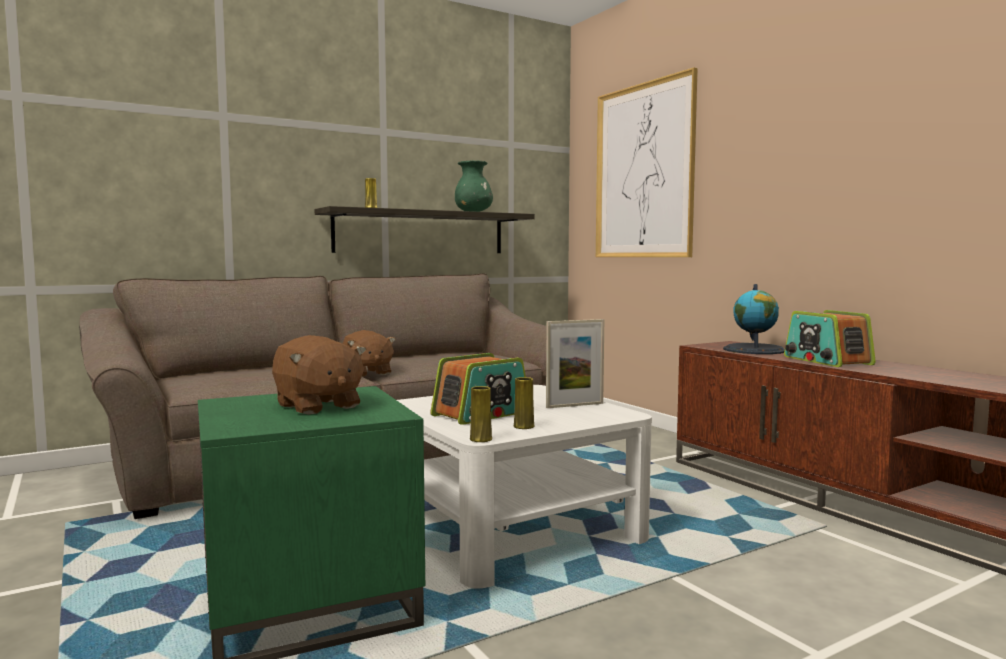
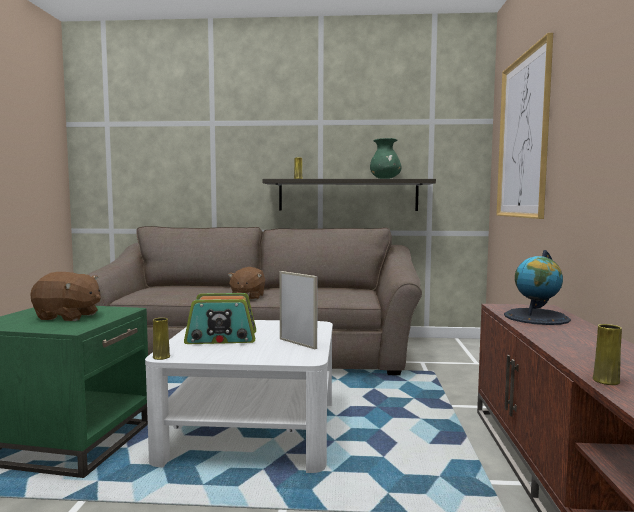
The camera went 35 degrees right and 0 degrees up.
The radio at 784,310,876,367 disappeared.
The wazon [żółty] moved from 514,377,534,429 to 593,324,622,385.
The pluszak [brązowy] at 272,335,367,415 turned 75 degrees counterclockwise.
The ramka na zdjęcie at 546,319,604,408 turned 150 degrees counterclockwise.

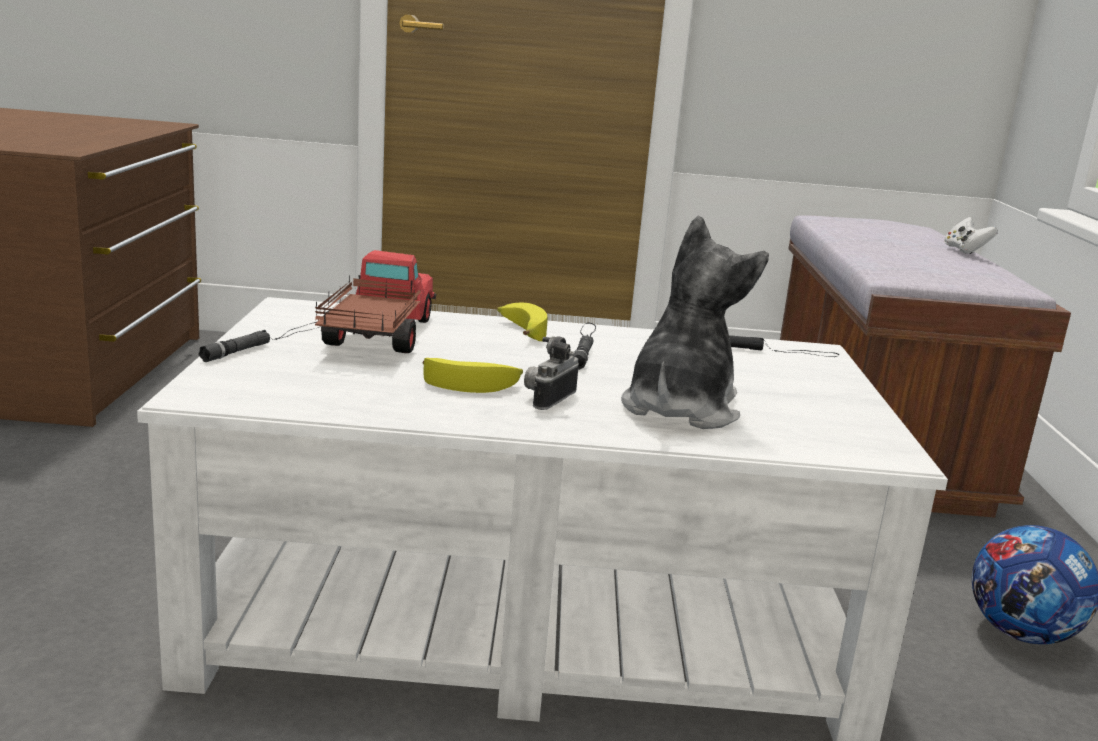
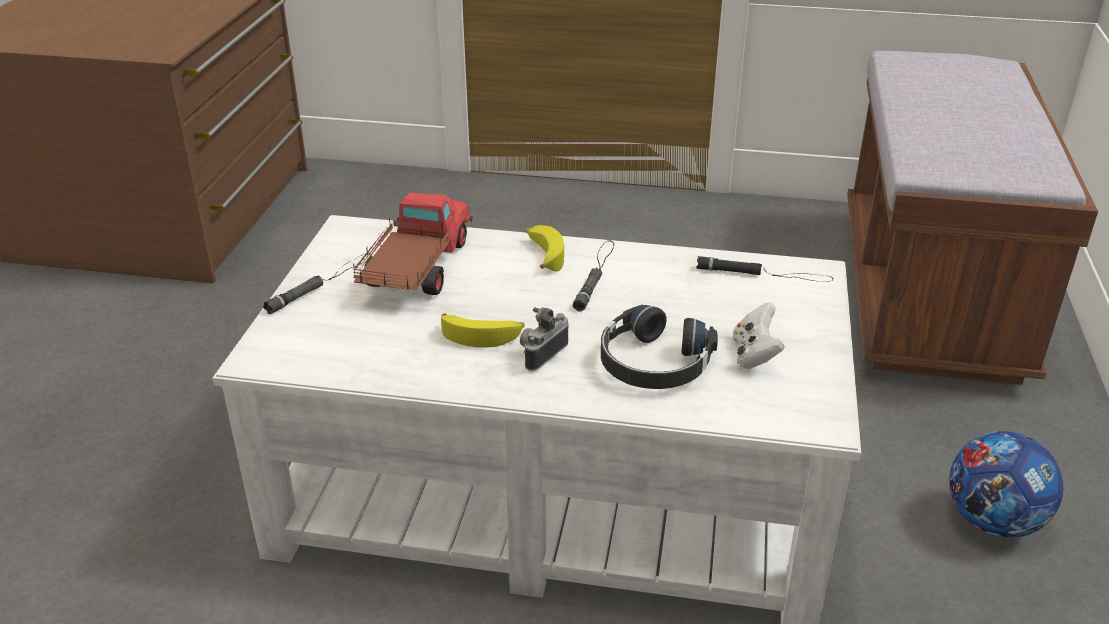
The camera went 10 degrees right and 15 degrees up.
The pad do gier [biały] moved from 944,217,998,254 to 733,302,785,369.
The pluszak at 621,215,769,429 was replaced by the słuchawki [czarny] at 601,305,718,389.

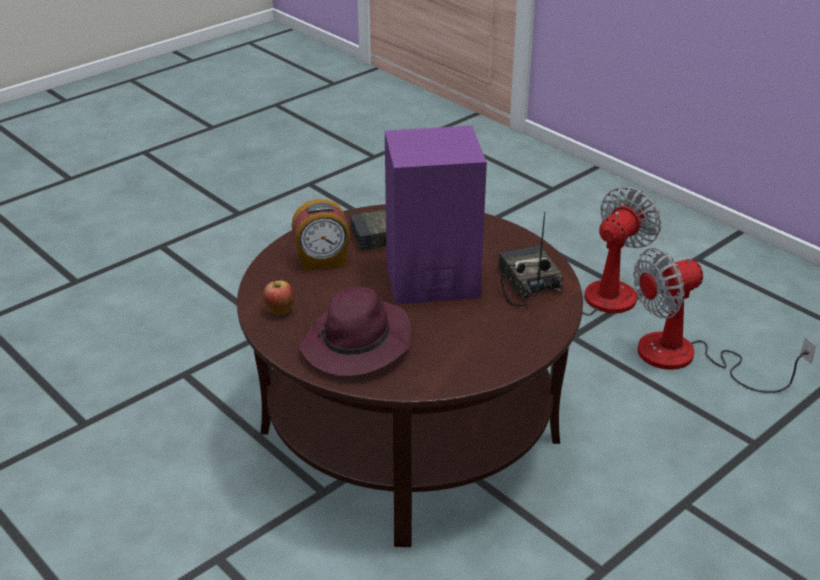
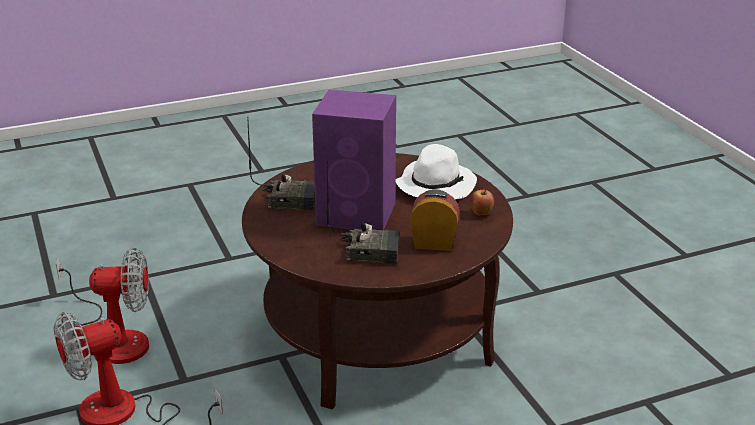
The camera went 160 degrees left and 5 degrees down.
The kapelusz [fioletowy] at 299,287,411,376 became the kapelusz [biały] at 395,144,477,200.
The radio at 498,212,564,306 turned 90 degrees counterclockwise.

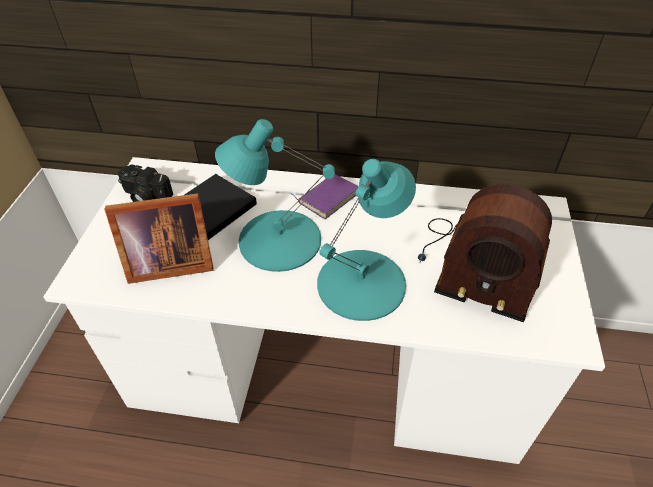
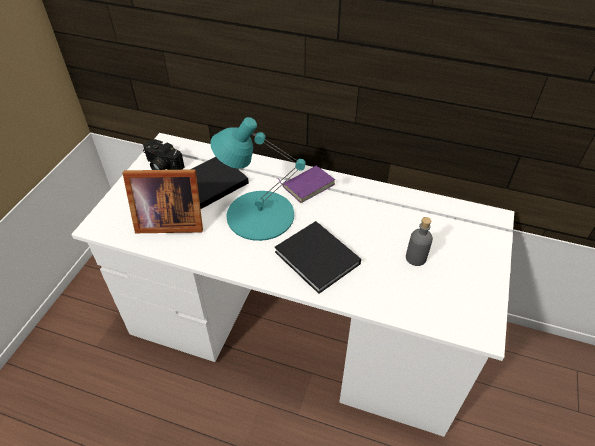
The camera went 10 degrees right and 0 degrees up.
The lampa stołowa [turkusowy] at 317,159,416,321 was replaced by the książka [czarny] at 275,221,361,294.
The radio at 418,184,552,322 was replaced by the butelka [szary] at 406,217,433,266.

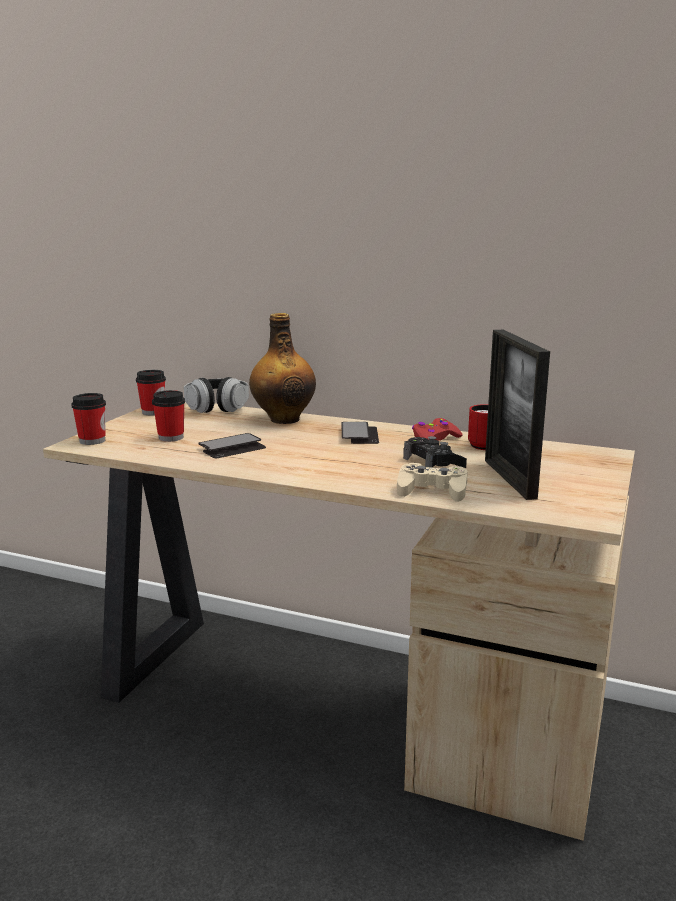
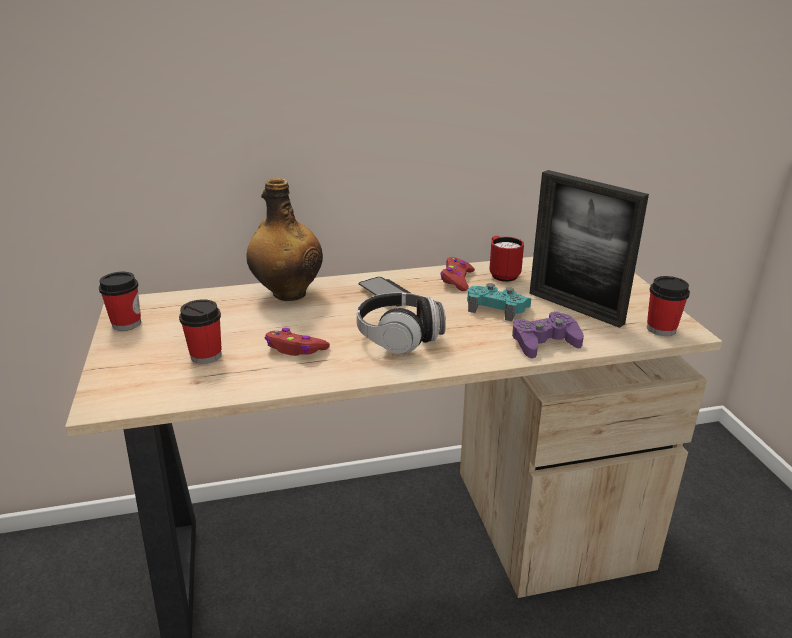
The camera went 35 degrees left and 10 degrees up.
The filiżanka moved from 71,393,106,445 to 647,276,690,336.
The słuchawki moved from 184,377,249,413 to 357,292,446,354.
The telefon at 198,433,266,458 was replaced by the pad do gier [czerwony] at 265,328,330,356.
The pad do gier [beżowy] at 397,463,468,502 became the pad do gier [fioletowy] at 512,312,584,359.
The pad do gier [czarny] at 403,436,467,468 became the pad do gier [turkusowy] at 467,283,531,321.

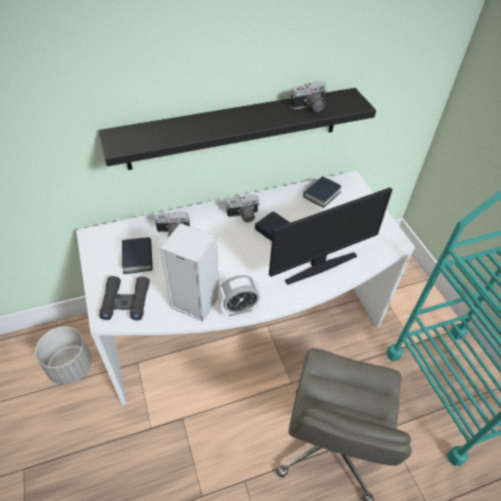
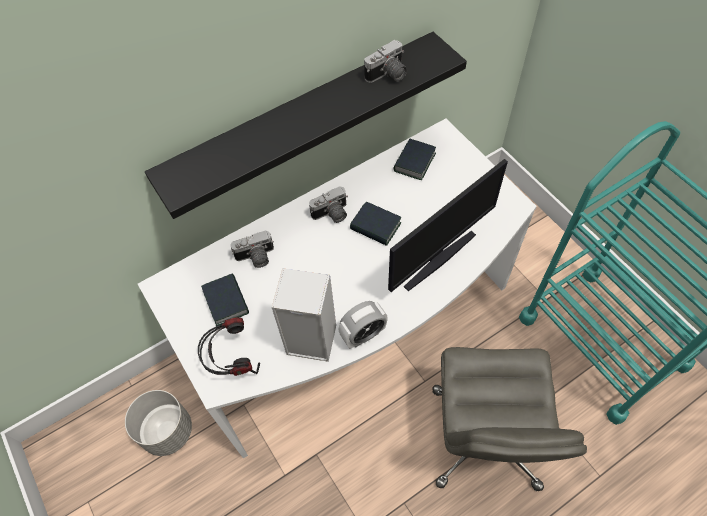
The camera went 10 degrees left and 10 degrees up.
The lornetka [czarny] at 99,276,150,321 was replaced by the słuchawki at 198,317,260,376.

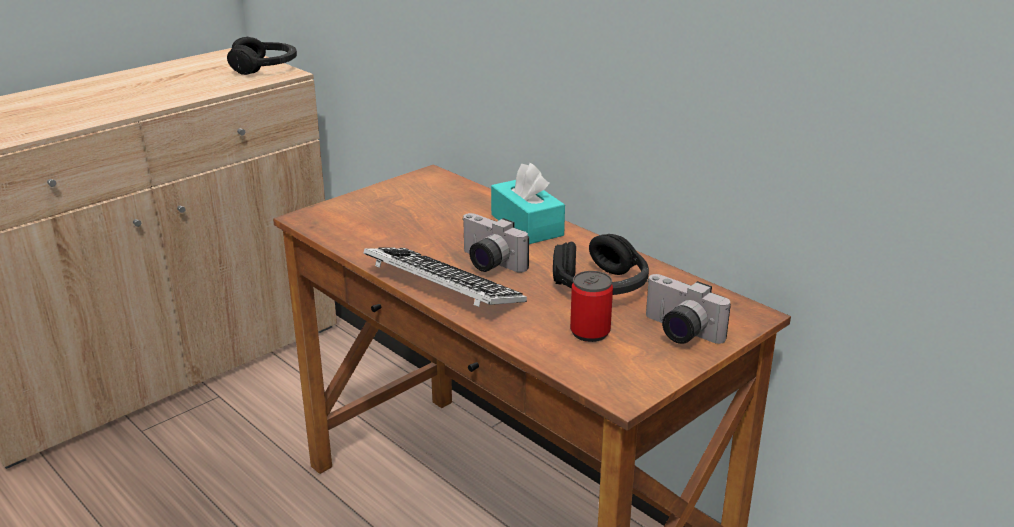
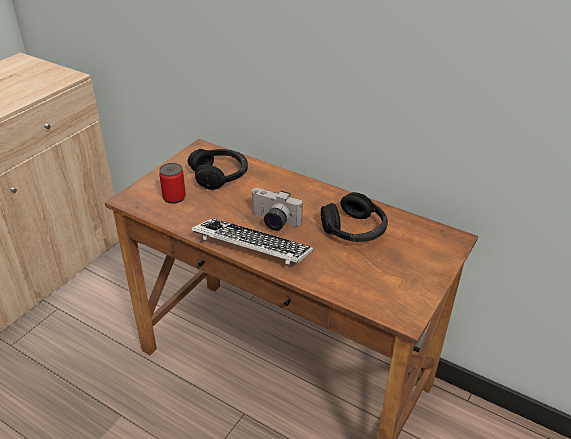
The camera went 15 degrees left and 10 degrees up.
The pudełko chusteczek [turkusowy] at 491,163,565,244 disappeared.
The aparat fotograficzny at 646,274,731,344 disappeared.
The słuchawki [czarny] moved from 227,37,297,75 to 188,149,248,190.
The puszka moved from 570,271,613,342 to 159,163,186,204.

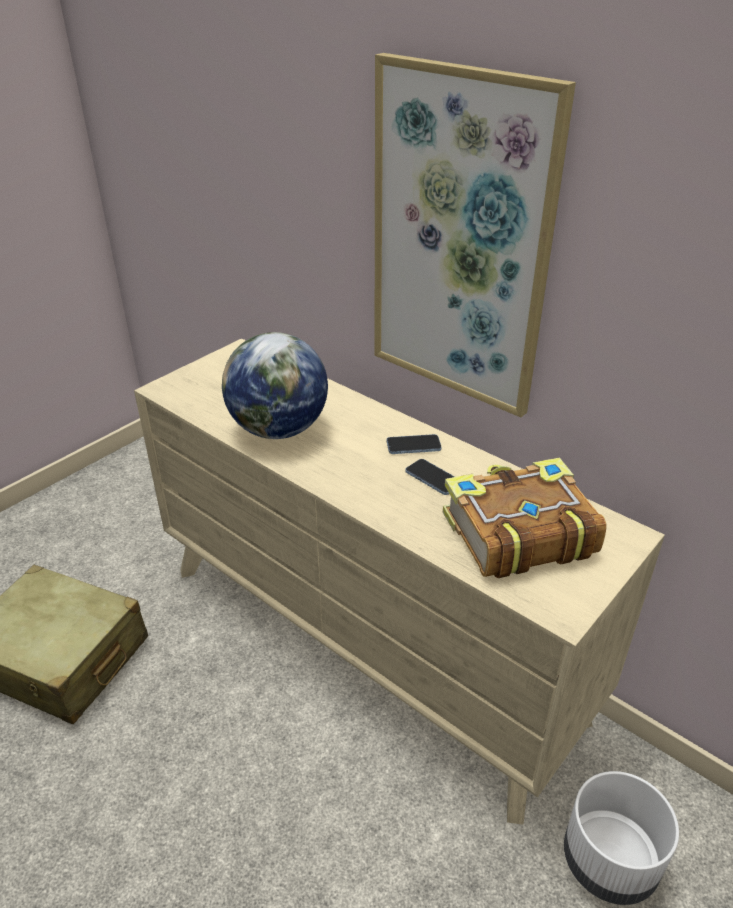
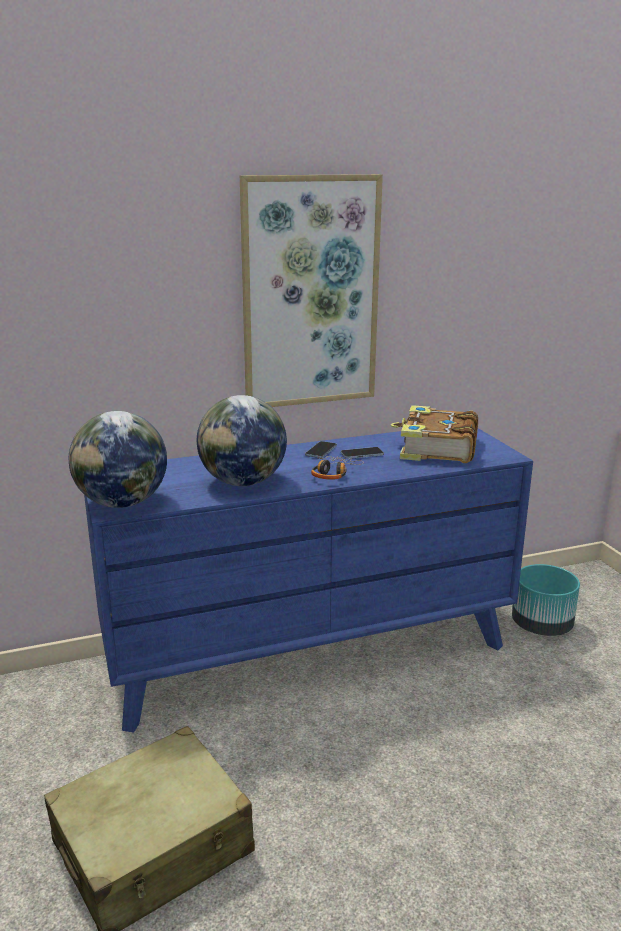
The camera went 60 degrees left and 15 degrees down.
The globus at 69,411,167,508 appeared.
The słuchawki at 311,456,364,480 appeared.
The komoda [beżowy] at 134,338,665,825 became the komoda [niebieski] at 84,428,533,733.
The donica [biały] at 564,771,679,905 became the donica [turkusowy] at 512,564,580,636.

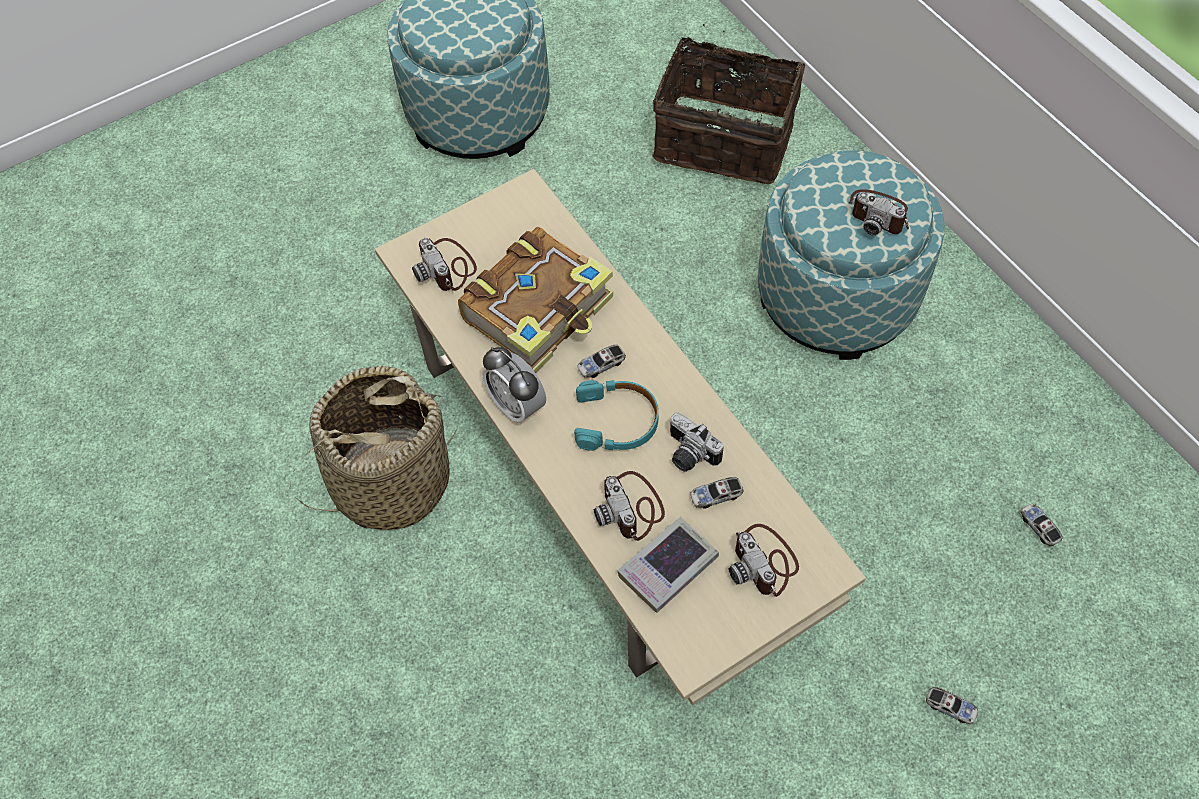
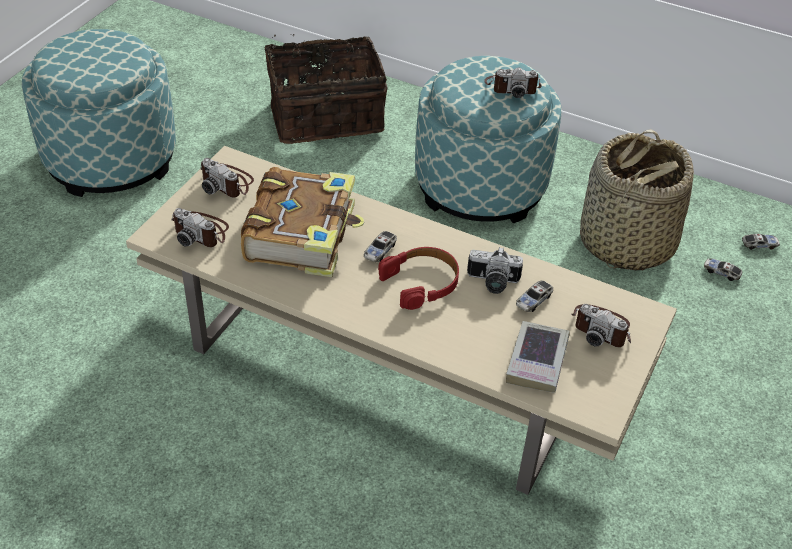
The camera went 35 degrees left and 15 degrees down.
The budzik at 482,347,546,424 disappeared.
The koszyk moved from 290,366,456,530 to 580,129,694,270.
The aparat fotograficzny moved from 593,471,665,541 to 200,158,254,198.
The samochodzik moved from 926,687,978,724 to 742,234,780,250.
The słuchawki [turkusowy] at 574,380,659,451 became the słuchawki [czerwony] at 378,247,459,310.

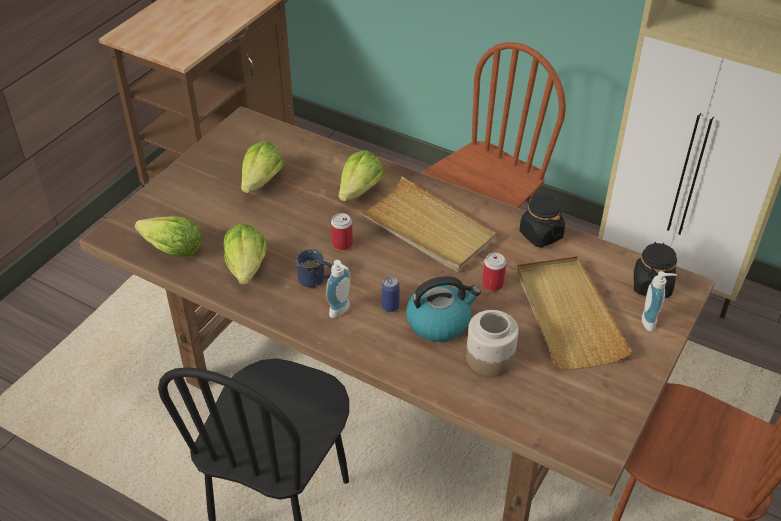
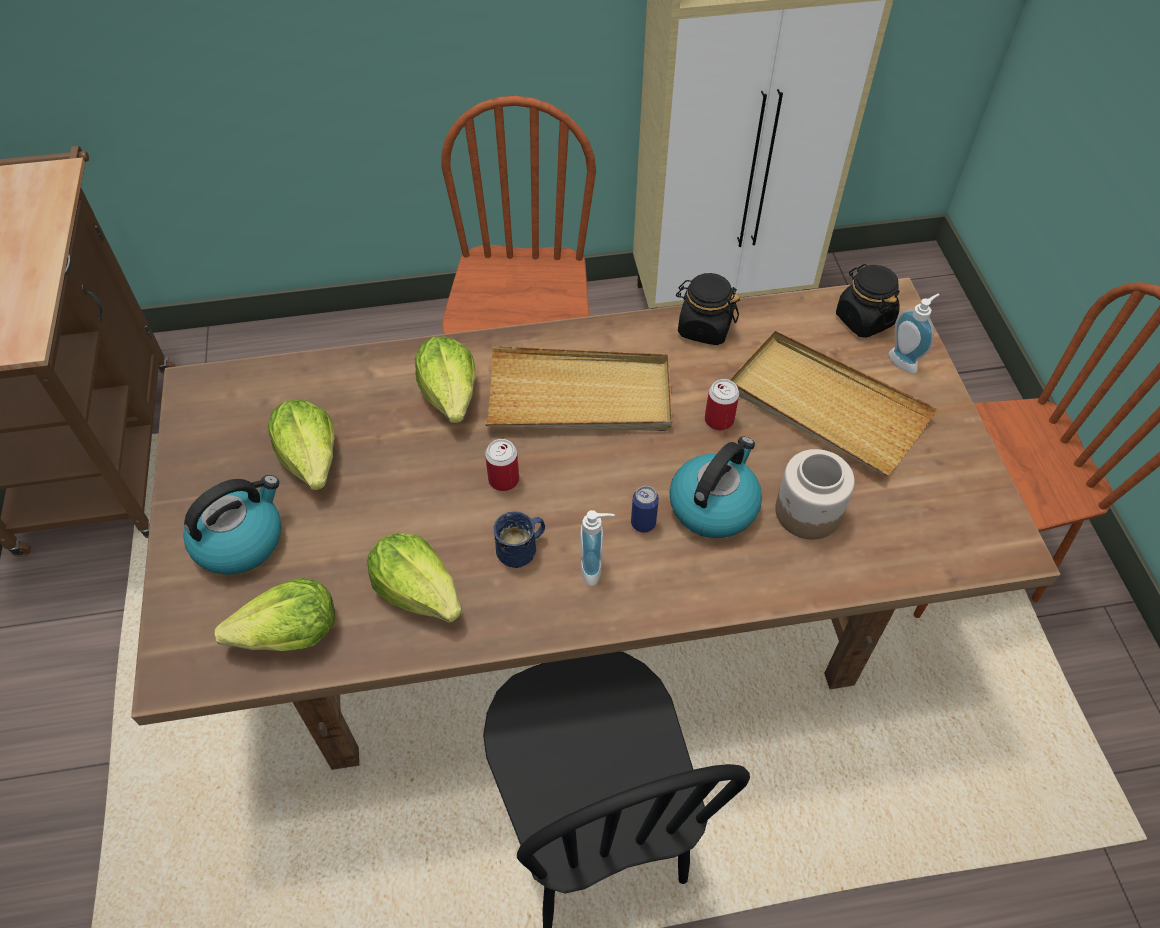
The camera went 40 degrees left and 10 degrees up.
The czajnik at 183,475,281,575 appeared.

